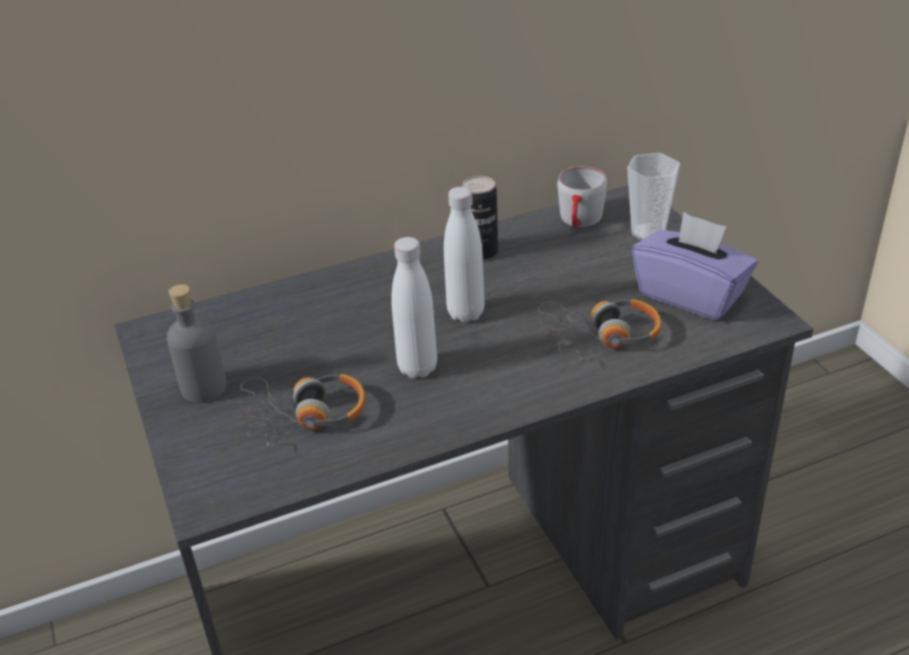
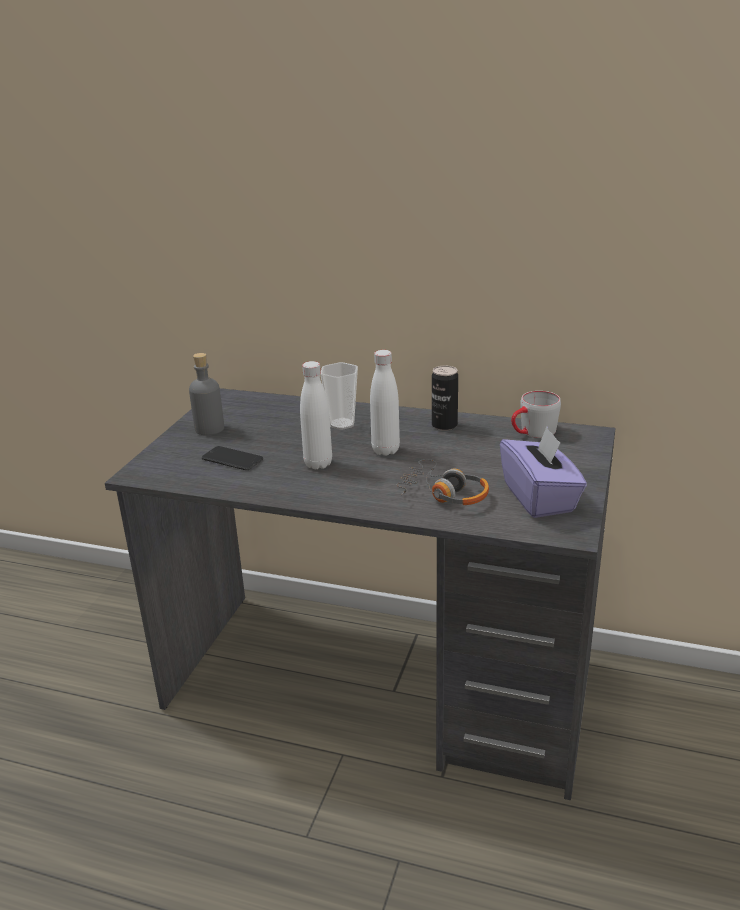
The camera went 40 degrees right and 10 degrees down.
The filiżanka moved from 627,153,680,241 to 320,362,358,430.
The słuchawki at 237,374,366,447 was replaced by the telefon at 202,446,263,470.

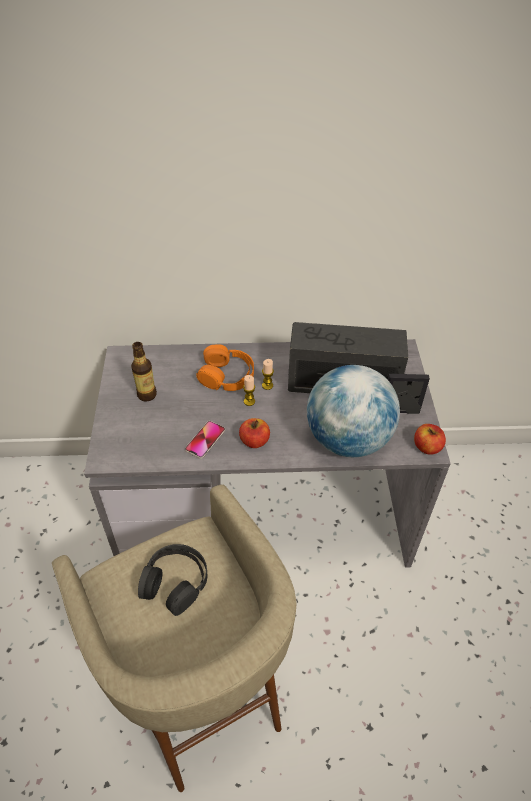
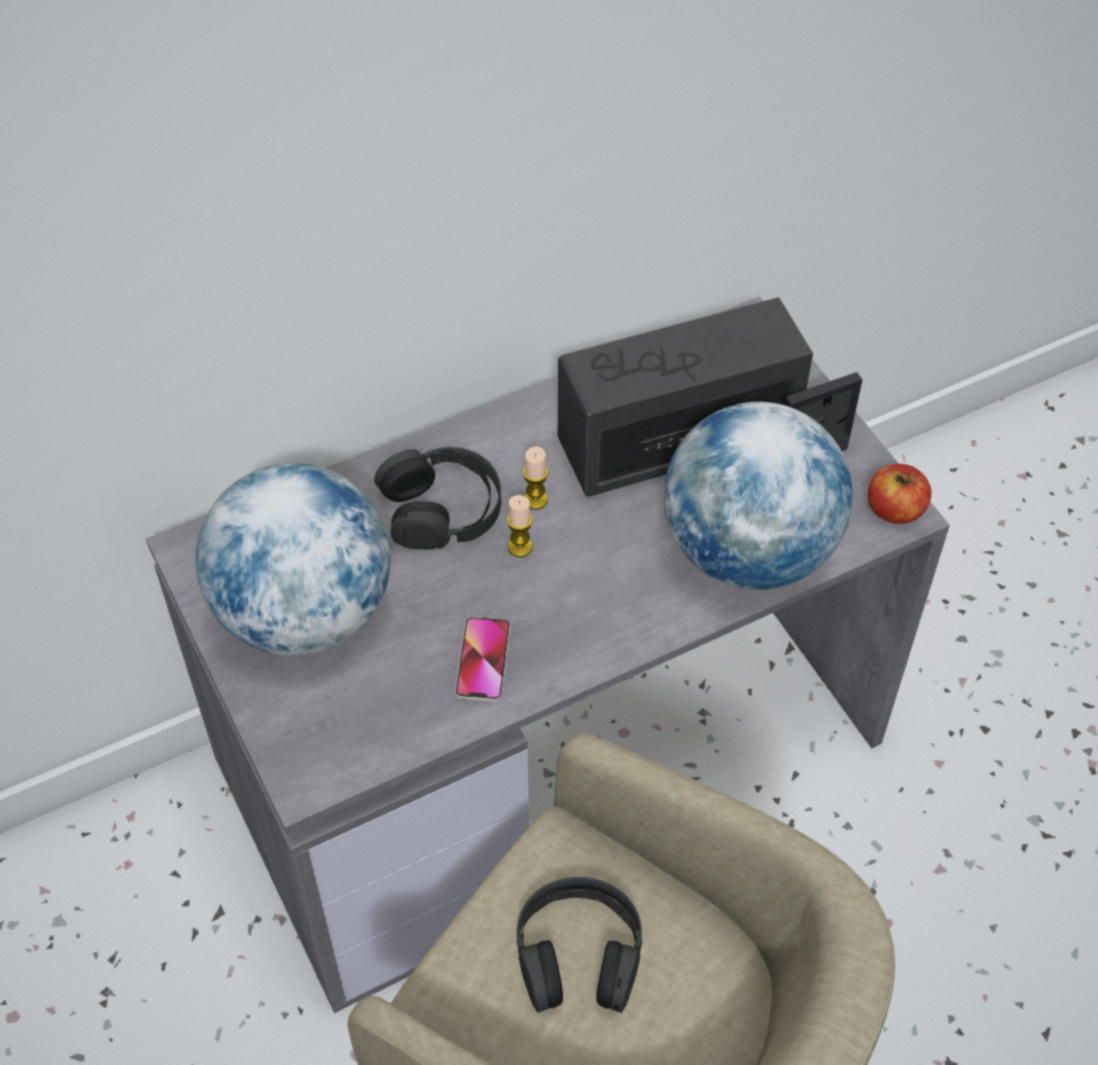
The camera went 25 degrees left and 5 degrees up.
The jabłko at 239,418,270,448 disappeared.
The butelka at 131,342,157,402 was replaced by the globus at 196,463,391,656.
The słuchawki [pomarańczowy] at 196,344,254,391 became the słuchawki [czarny] at 374,447,501,550.

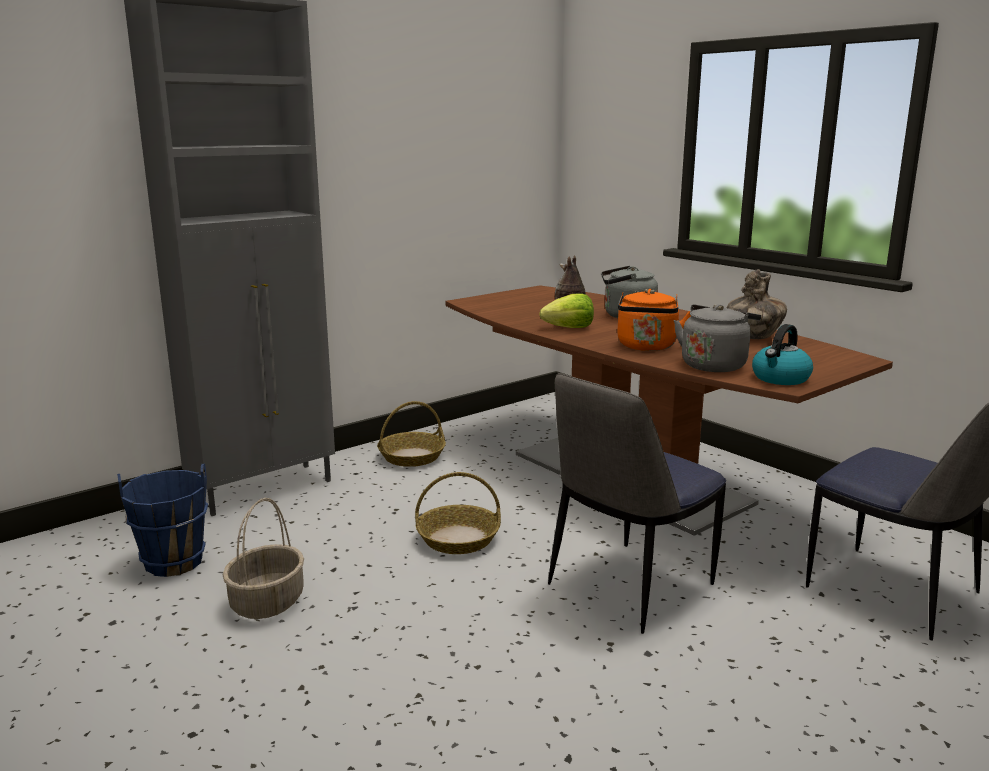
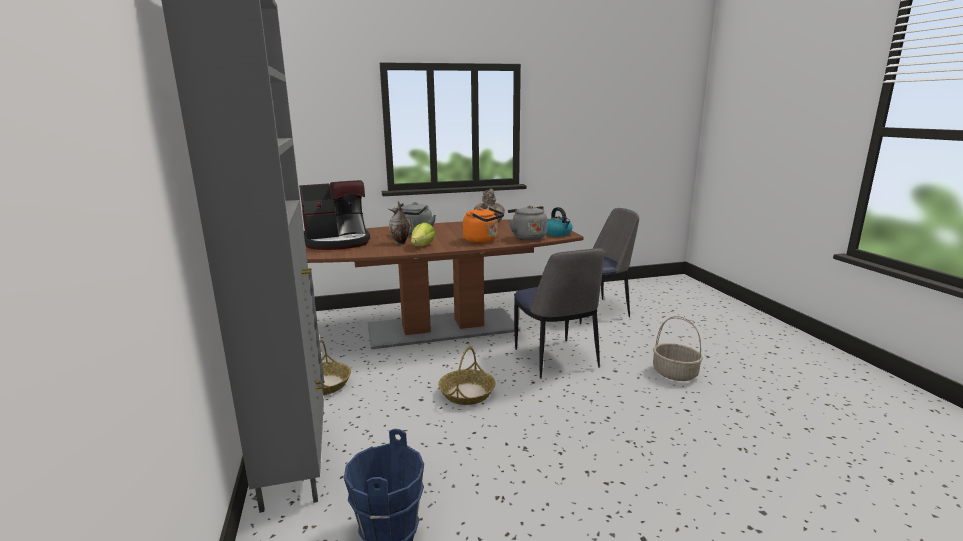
The camera went 65 degrees left and 0 degrees up.
The ekspres do kawy at 299,180,370,250 appeared.
The koszyk moved from 223,498,304,619 to 653,316,703,381.

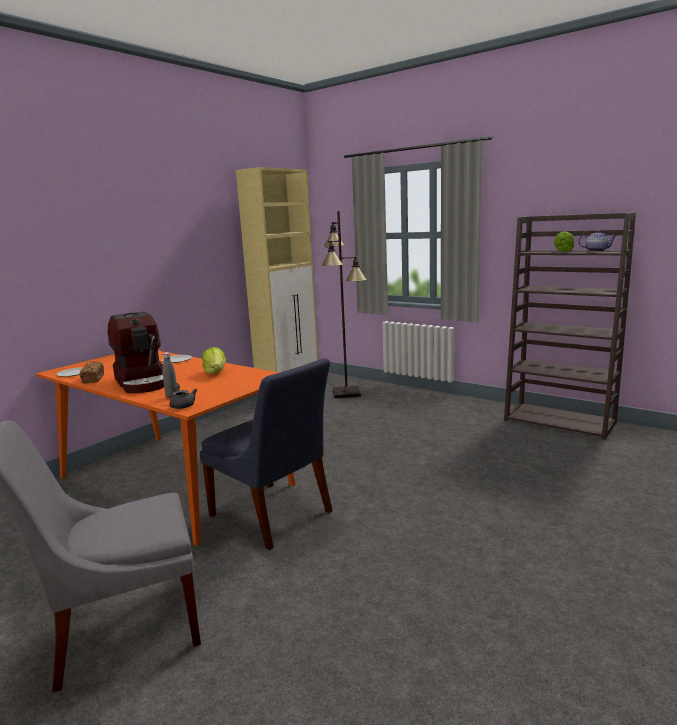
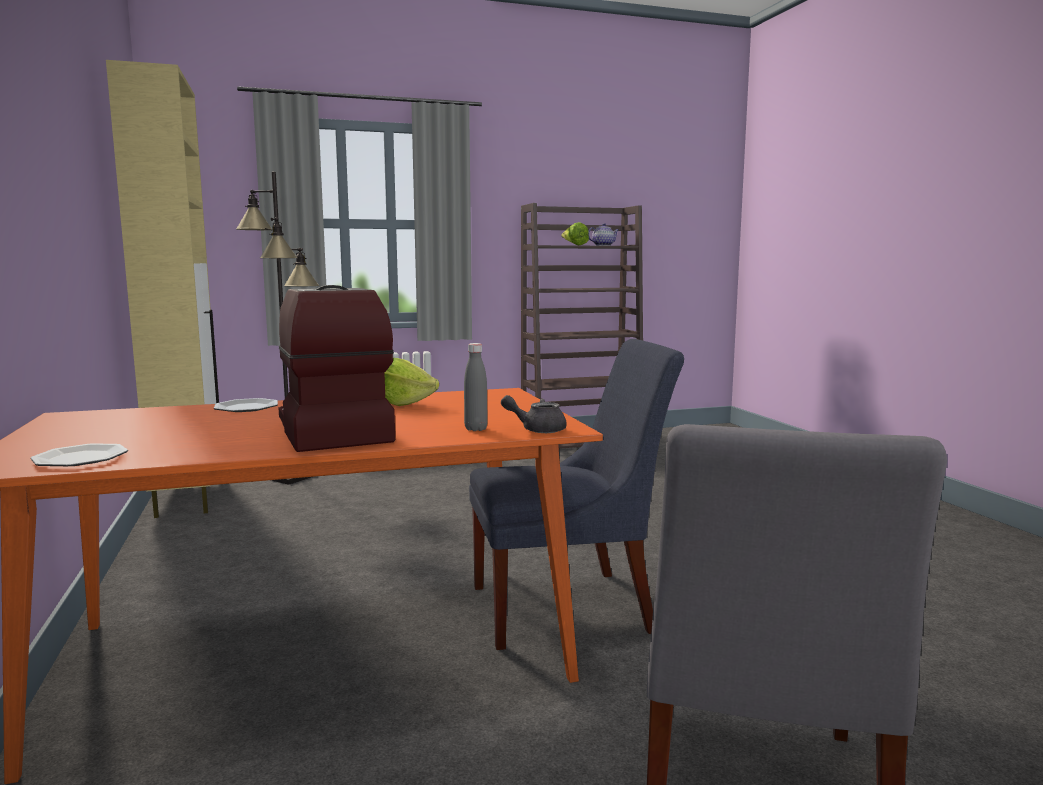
The camera went 55 degrees left and 5 degrees down.
The chleb at 80,361,104,384 disappeared.
The ekspres do kawy at 108,311,164,393 turned 120 degrees counterclockwise.

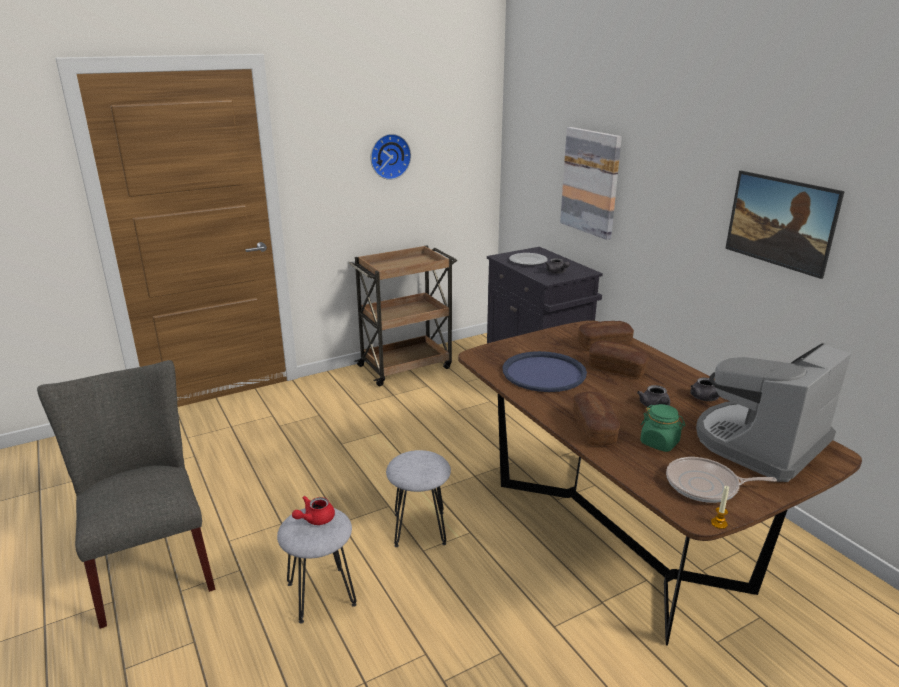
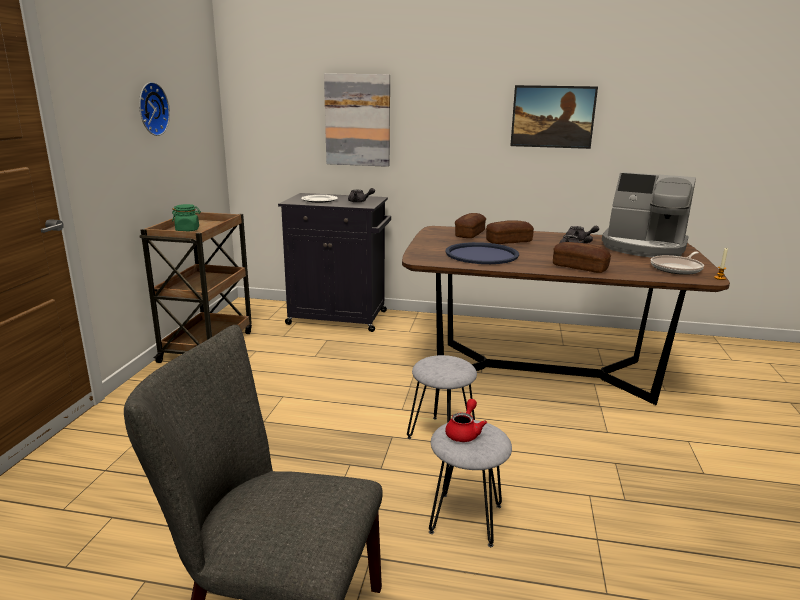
The camera went 50 degrees left and 5 degrees down.
The słoik [zielony] moved from 640,404,685,452 to 172,204,201,232.
The imbryk [czerwony] at 292,496,335,525 turned 150 degrees counterclockwise.
The ekspres do kawy at 696,343,852,482 turned 60 degrees counterclockwise.

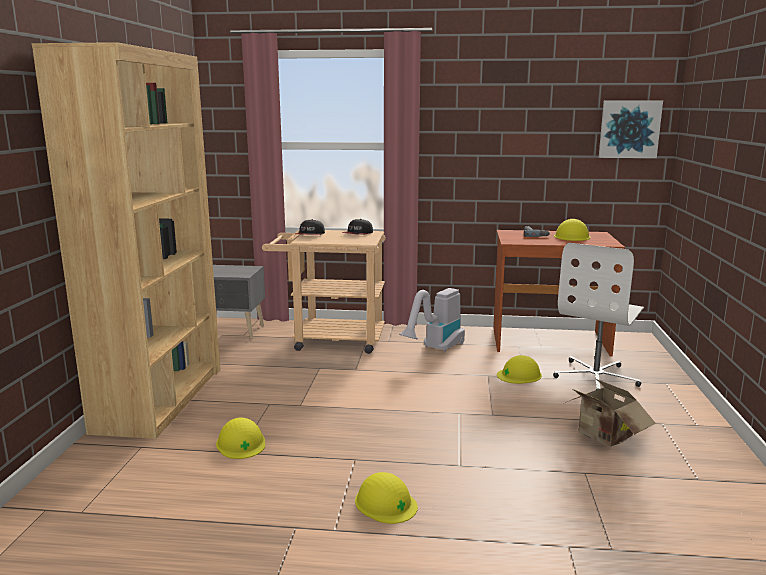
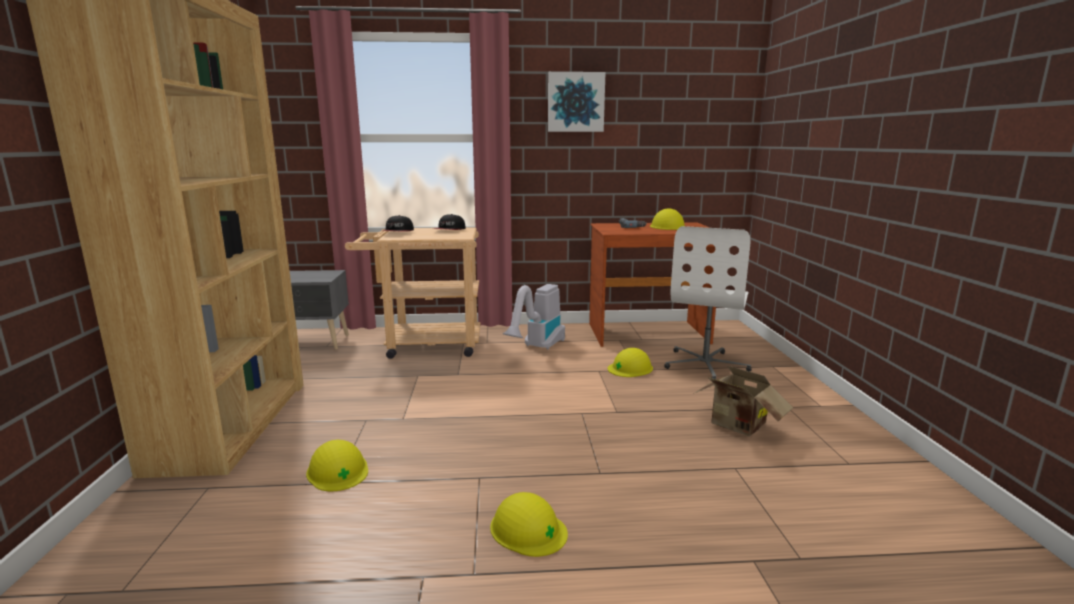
The camera went 10 degrees left and 0 degrees up.
The obraz moved from 599,101,663,158 to 548,72,606,132.

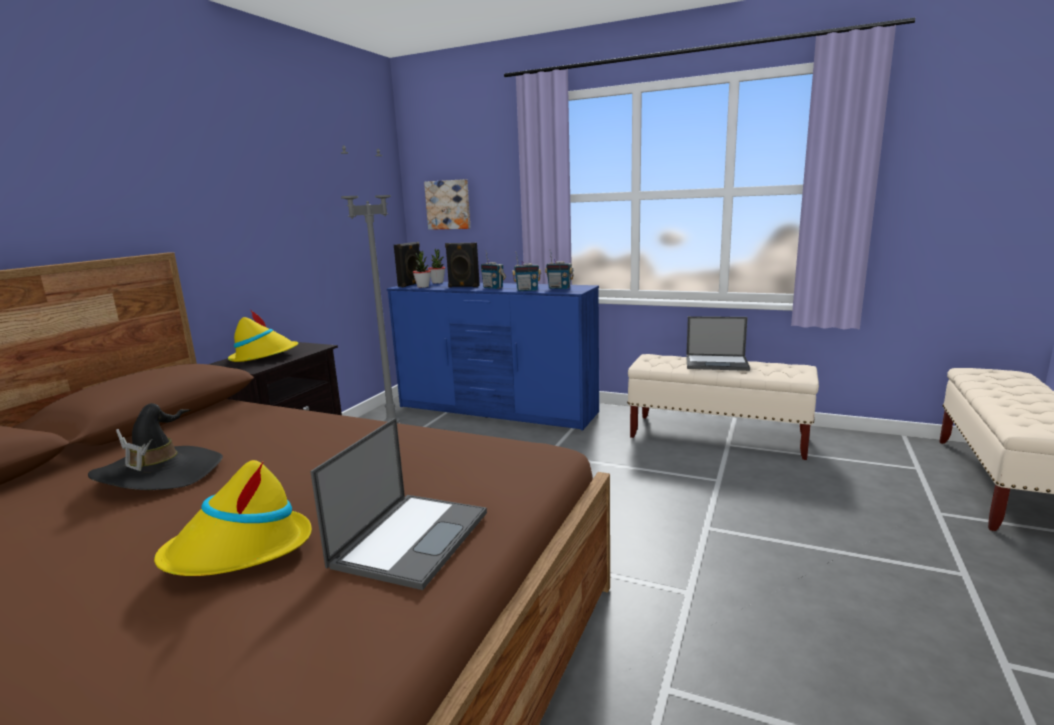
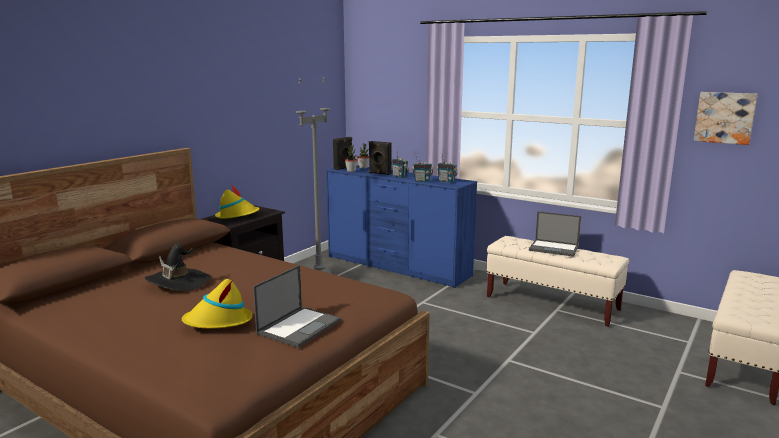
The camera went 10 degrees right and 0 degrees up.
The obraz moved from 424,179,471,230 to 693,92,758,145.

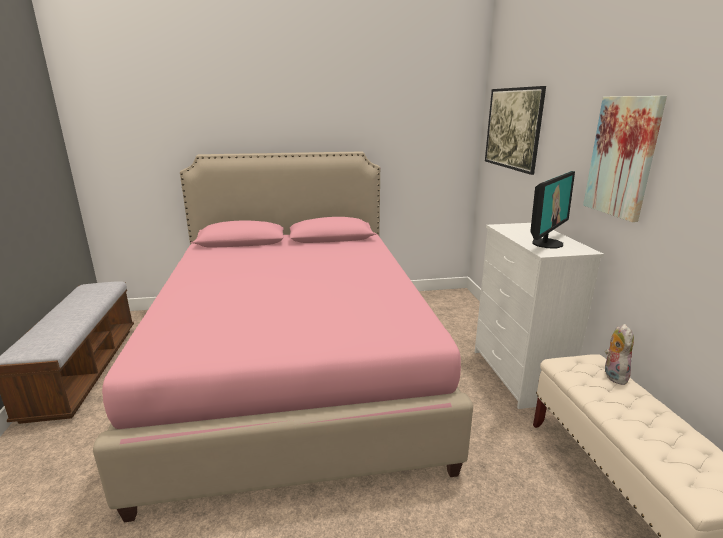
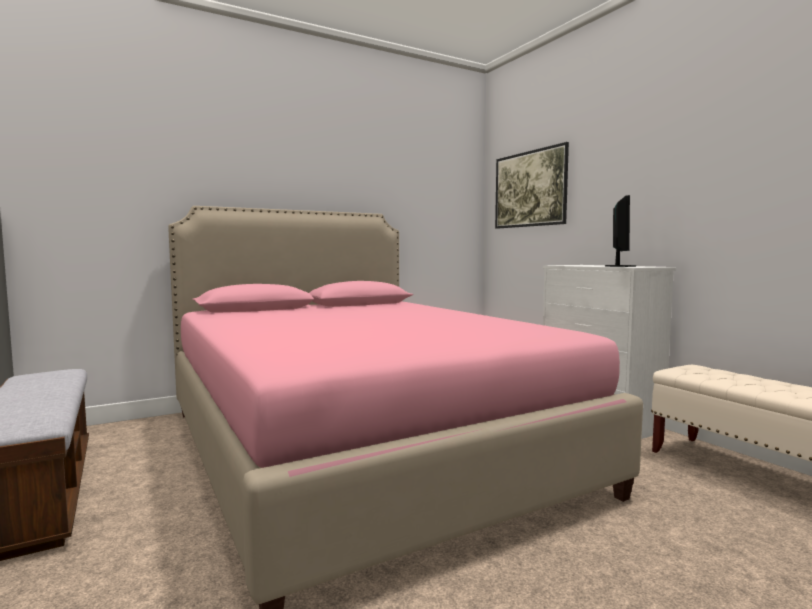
The camera went 20 degrees left and 15 degrees down.
The obraz at 583,96,667,222 disappeared.
The pluszak at 605,324,634,385 disappeared.

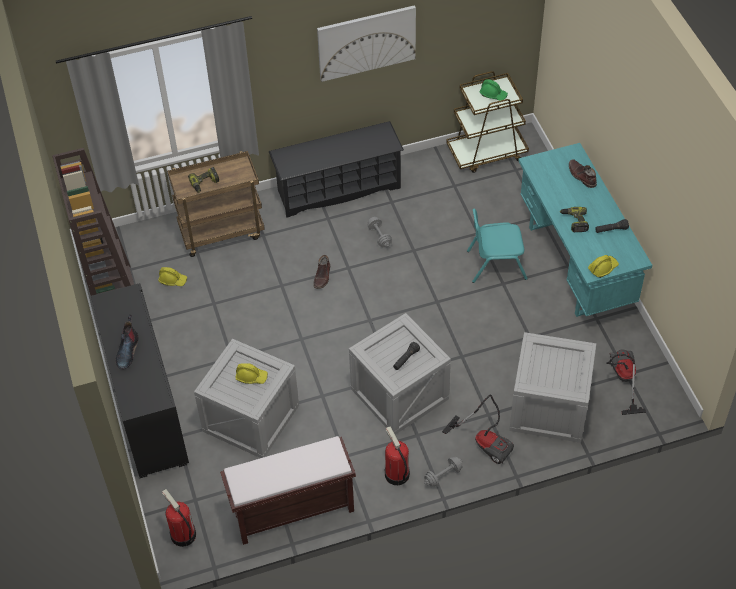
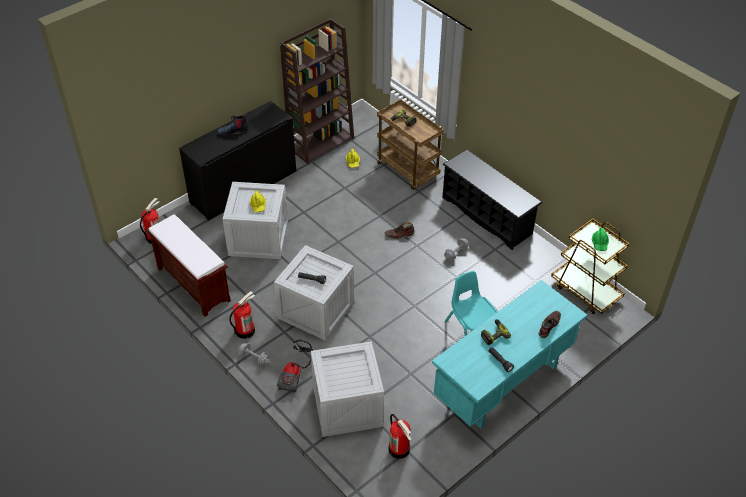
The camera went 65 degrees right and 5 degrees down.
The obraz at 317,5,416,82 disappeared.
The kask [żółty] at 588,255,619,278 disappeared.
The odkurzacz at 606,350,646,415 was replaced by the gaśnica at 389,414,412,459.

